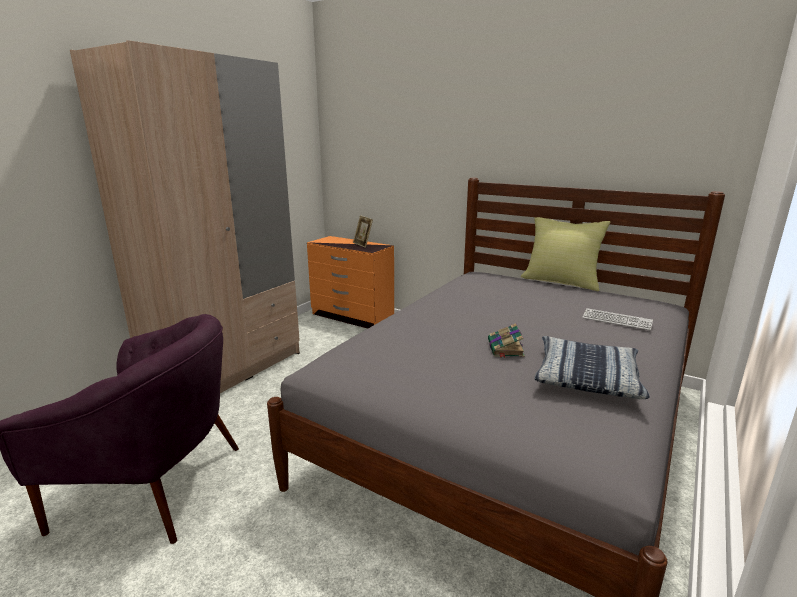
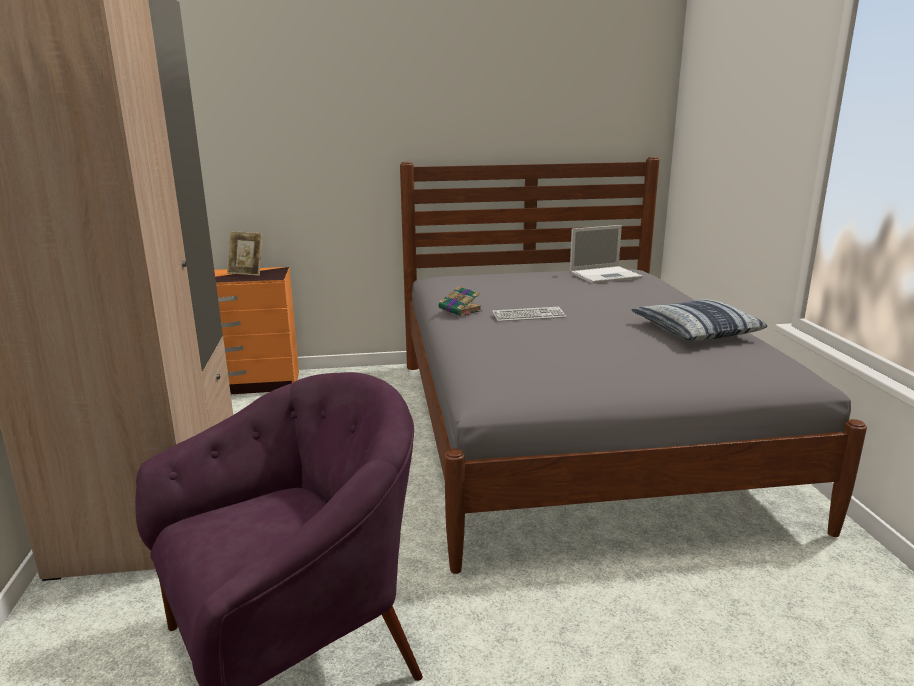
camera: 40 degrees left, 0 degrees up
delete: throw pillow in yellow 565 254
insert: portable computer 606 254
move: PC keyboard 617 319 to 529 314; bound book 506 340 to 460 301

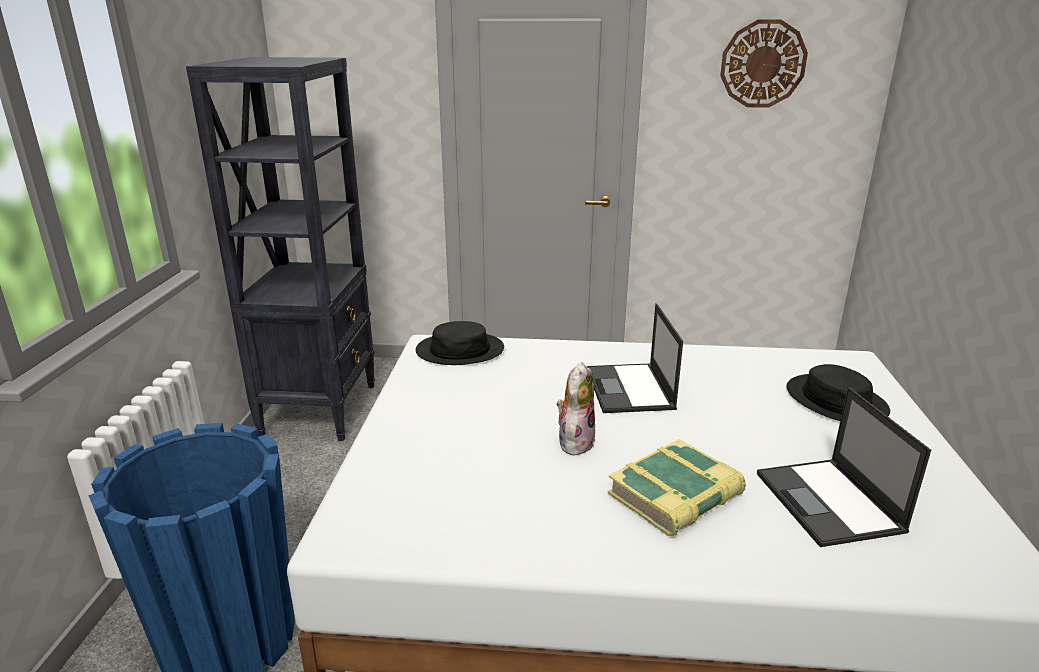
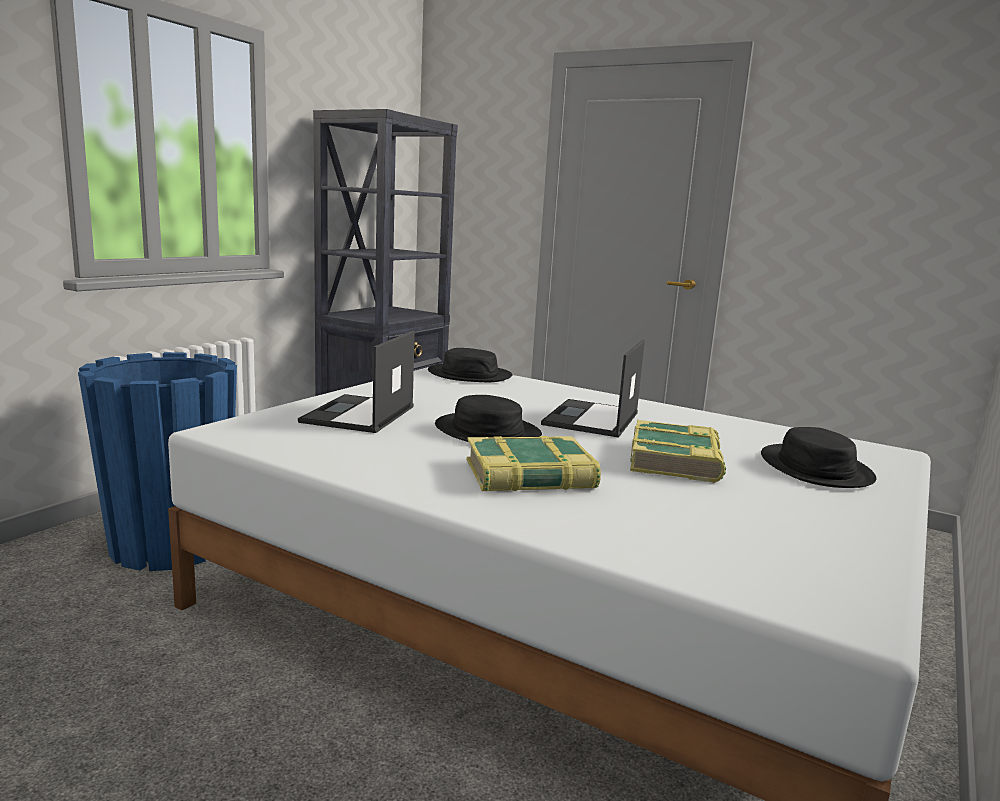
camera: 25 degrees right, 10 degrees down
delete: clock on the wall 764 63
insert: bound book 678 451
move: portable computer 844 467 to 356 381
replace: soft toy 575 408 to hat in black-coloured 488 418

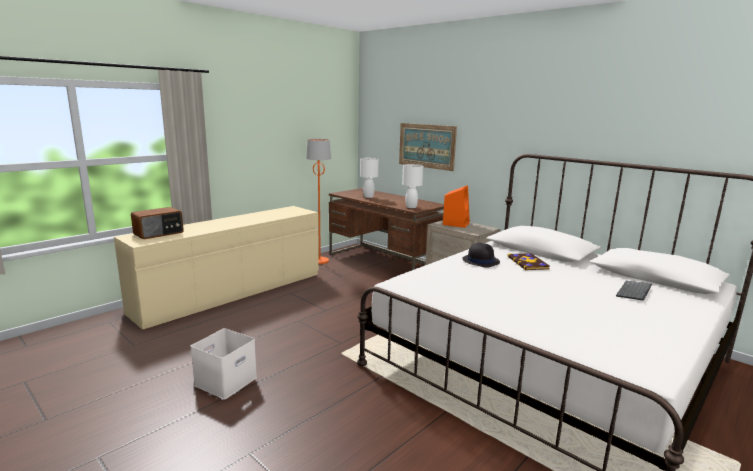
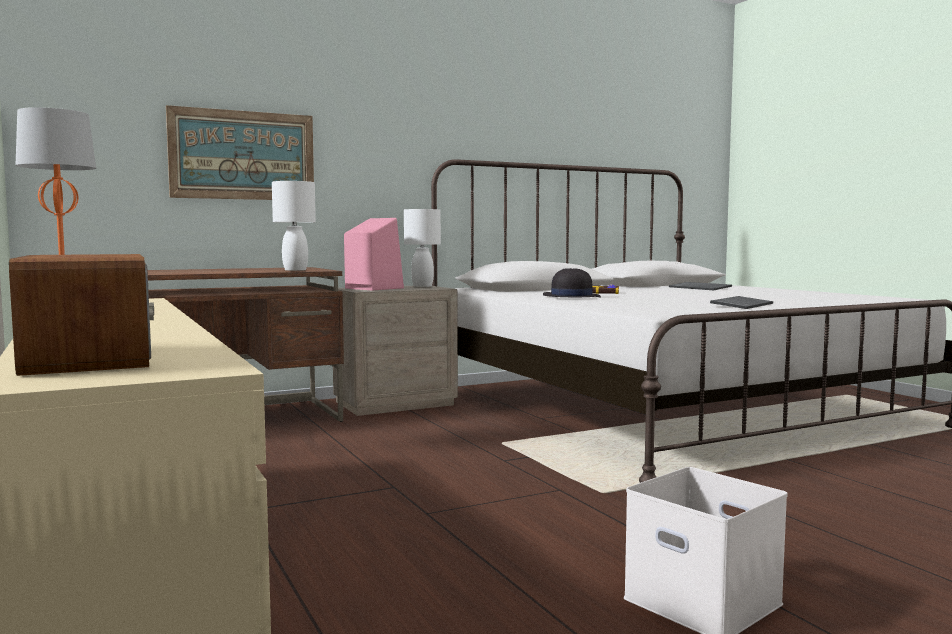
camera: 70 degrees left, 10 degrees down
insert: PC keyboard 741 302
move: tabletop lamp in white-coloured 369 178 to 422 248
recolor: audio speaker in orange 456 206 to audio speaker in pink-coloured 374 254

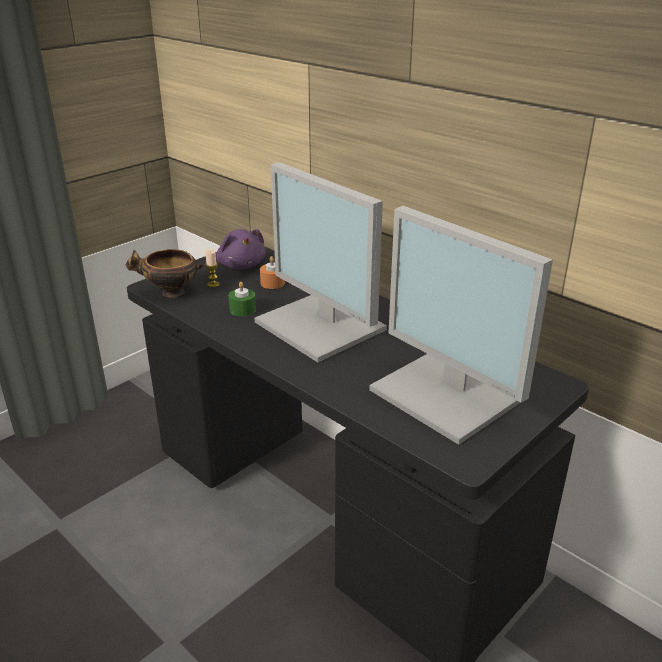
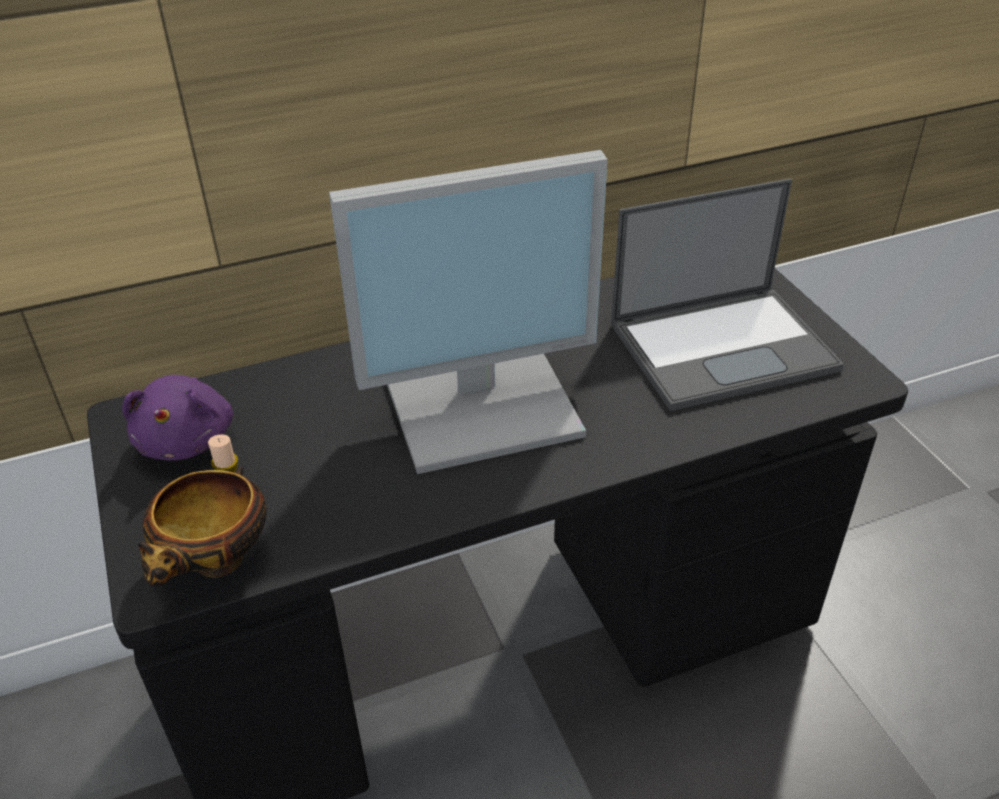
camera: 65 degrees left, 10 degrees up
delete: candle in orange 272 272; candle in green-coloured 242 298
replace: monitor 461 325 to portable computer 727 294
rotate: soft toy in purplish 241 249 = 177 417 90 degrees clockwise

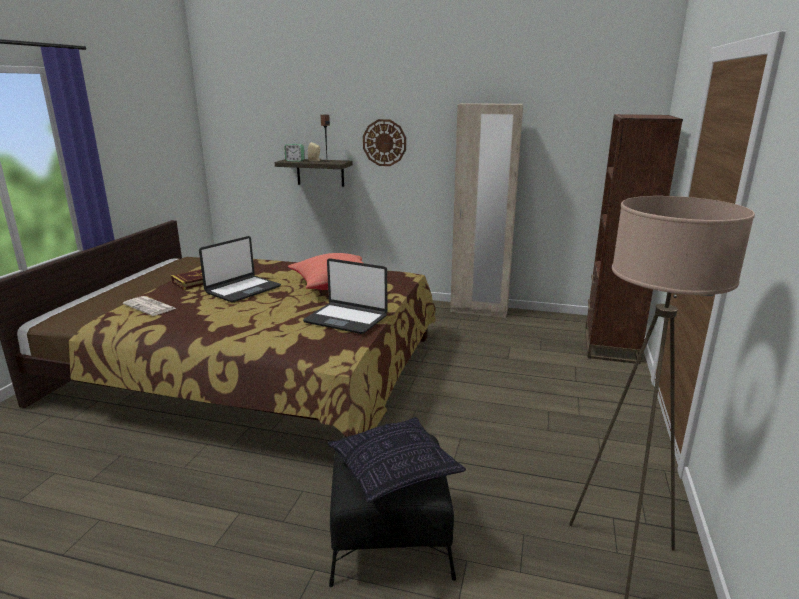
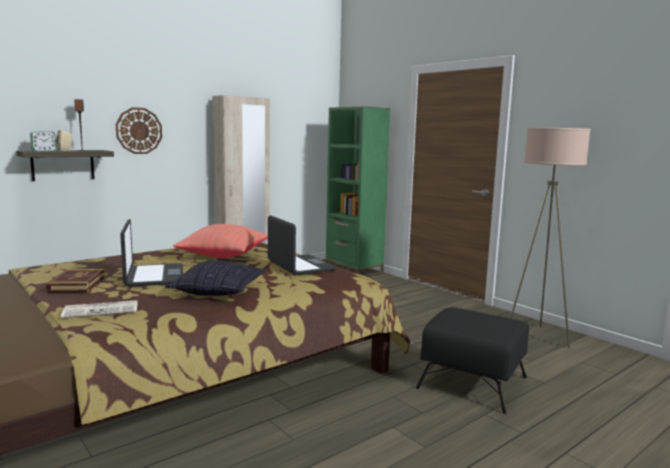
camera: 55 degrees left, 10 degrees down
move: throw pillow 397 460 to 216 278
recolor: shelving unit in brownish 634 239 to shelving unit in green-coloured 357 192
rotate: portable computer 345 296 = 302 245 90 degrees counterclockwise

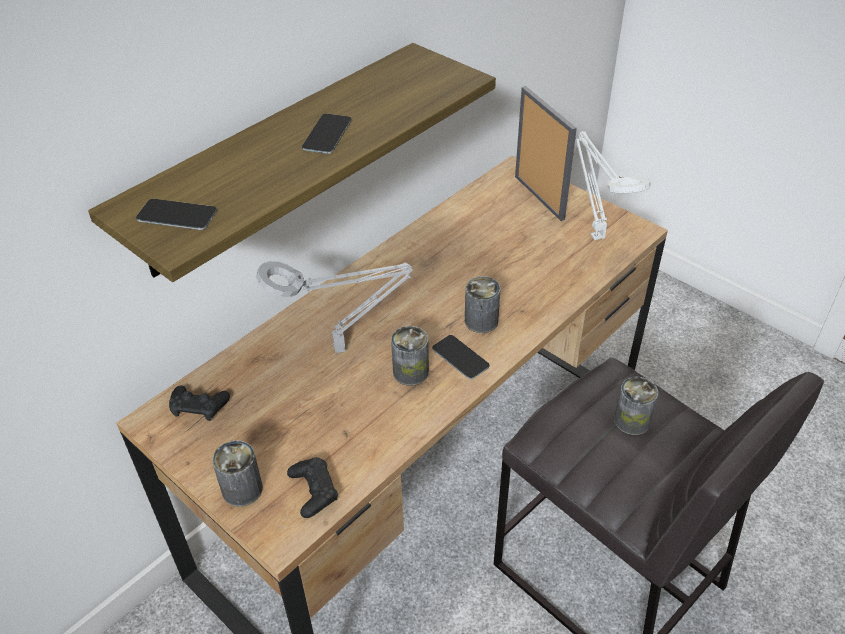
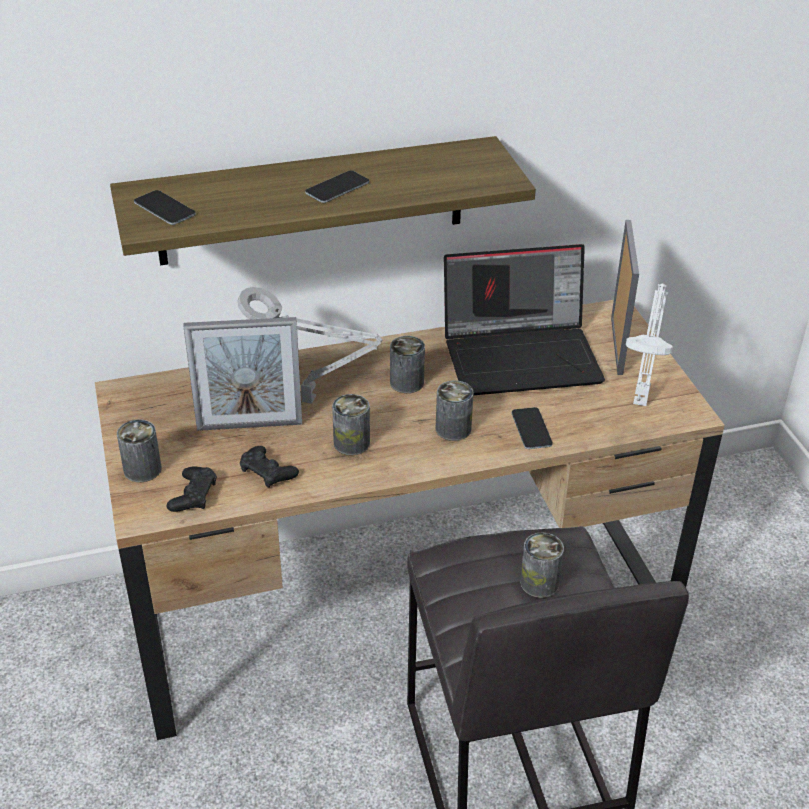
camera: 30 degrees right, 5 degrees down
insert: portable computer 524 319; picture frame 242 374; sealed can 407 364
move: phone 461 357 to 532 428; joypad in black-coloured 199 403 to 269 467

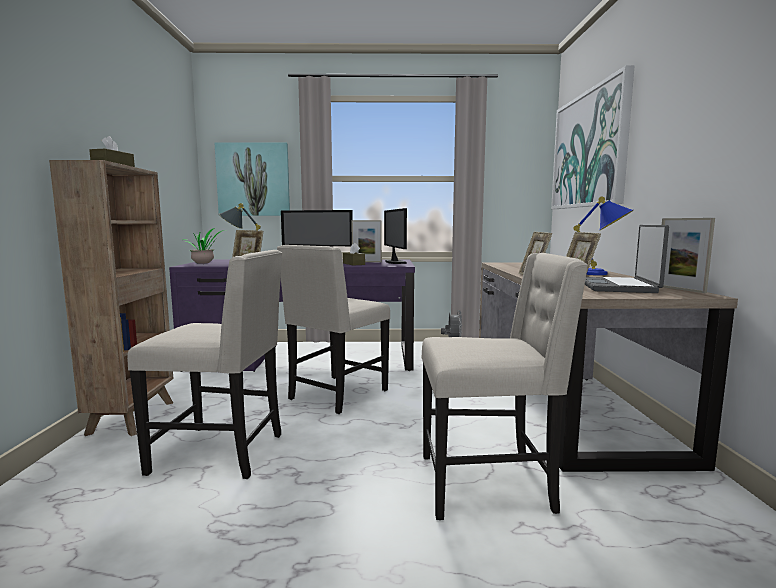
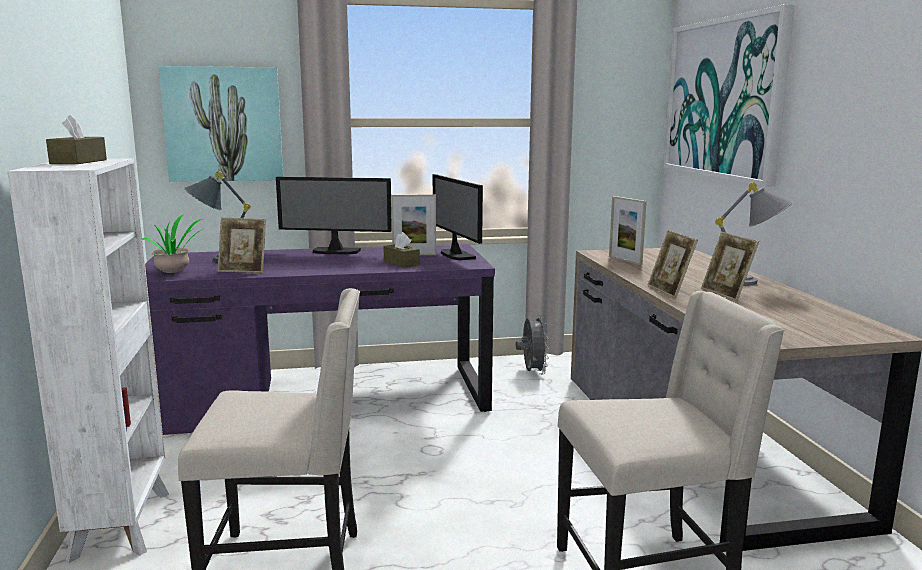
camera: 10 degrees left, 5 degrees up
delete: portable computer 627 259; chair in beige 333 329
move: picture frame 688 255 to 628 230
recolor: shelving unit in brownish 111 298 to shelving unit in white-coloured 88 360; tabletop lamp in bluish 603 236 to tabletop lamp in grey 754 234

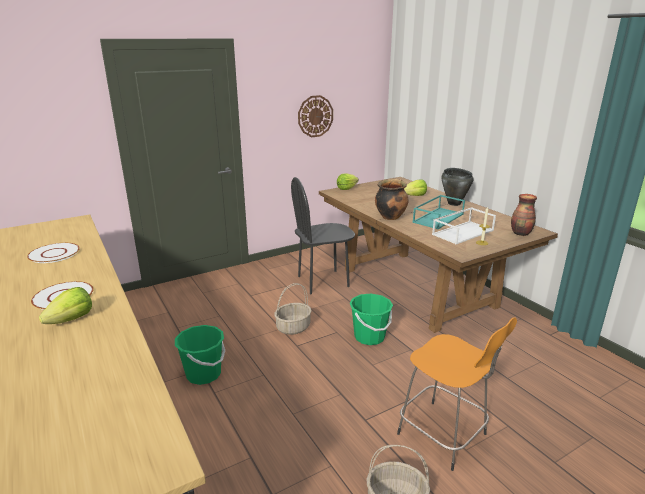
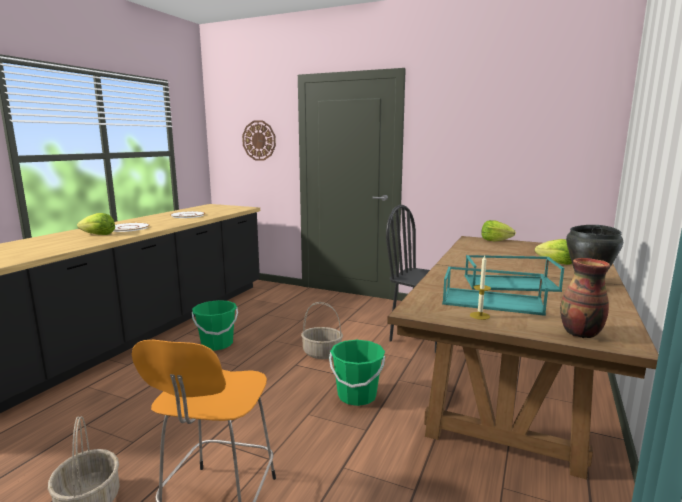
camera: 55 degrees right, 10 degrees down
delete: cooking pot 392 199
move: clock on the wall 315 116 to 259 140
recolor: tray in white-coloured 464 225 to tray in blue-green 495 291

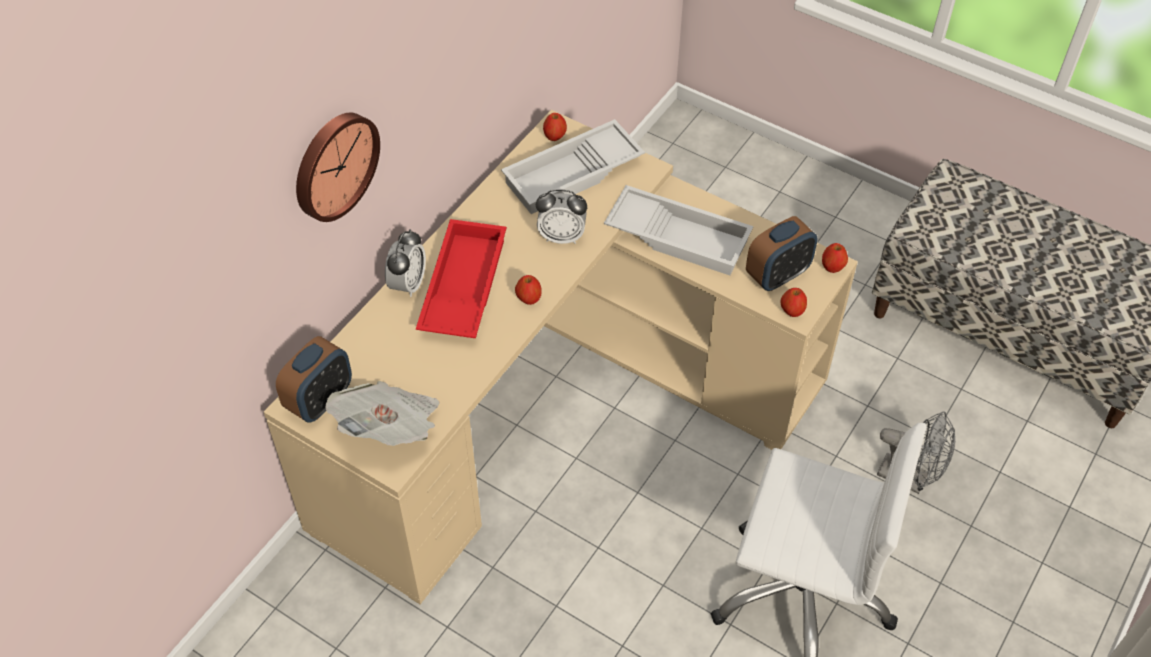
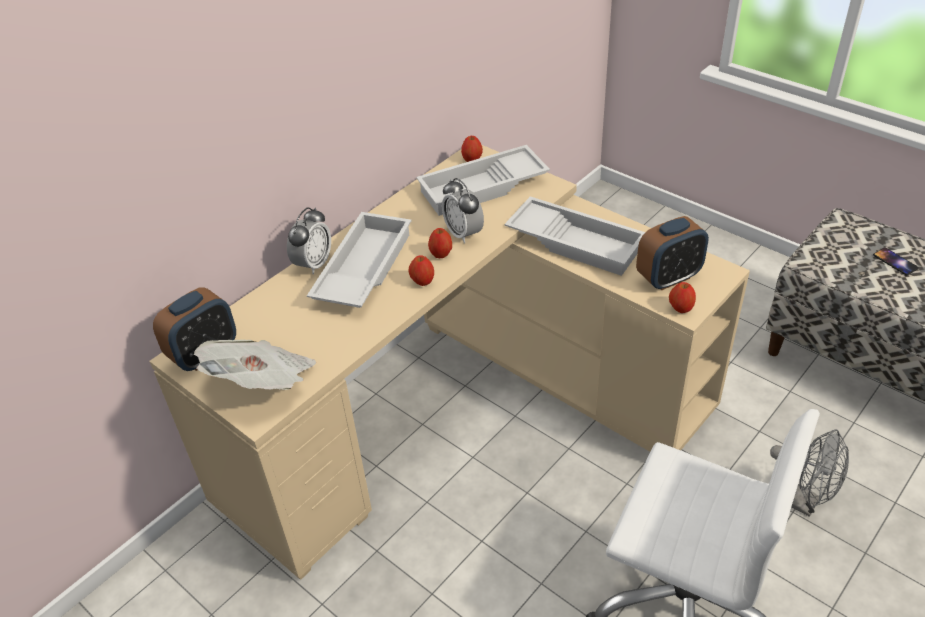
camera: 10 degrees right, 10 degrees down
delete: clock on the wall 338 167
insert: phone 896 261
move: apple 835 258 to 440 243
recolor: tray in reddish 461 278 to tray in white-coloured 359 260
rotate: table clock 561 216 = 463 211 45 degrees clockwise

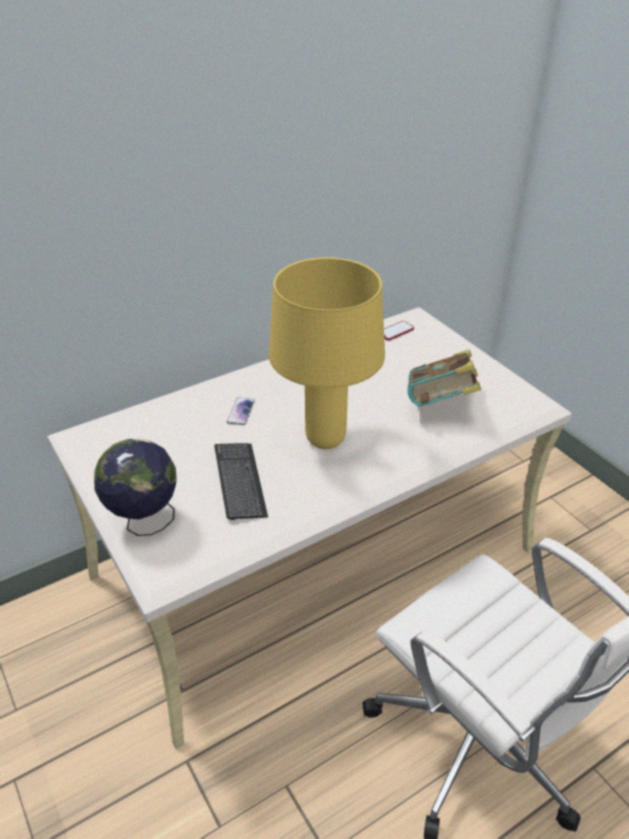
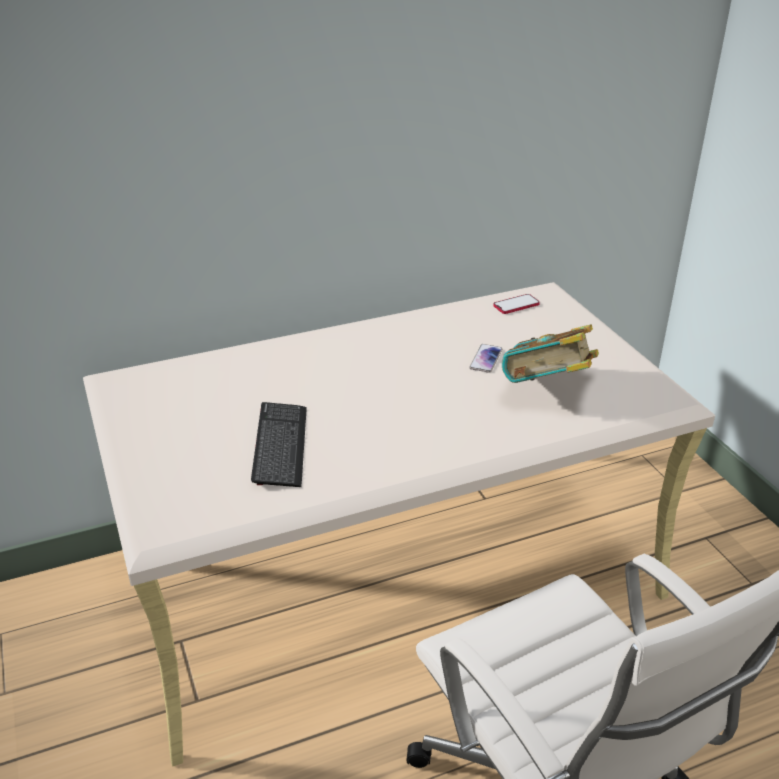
camera: 10 degrees right, 5 degrees down
delete: tabletop lamp in yellow 327 353; globe 135 487
move: phone 241 411 to 485 358

